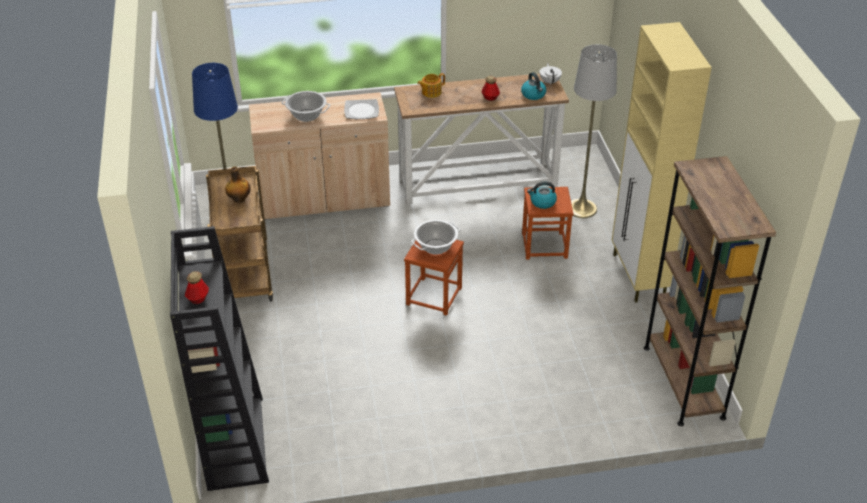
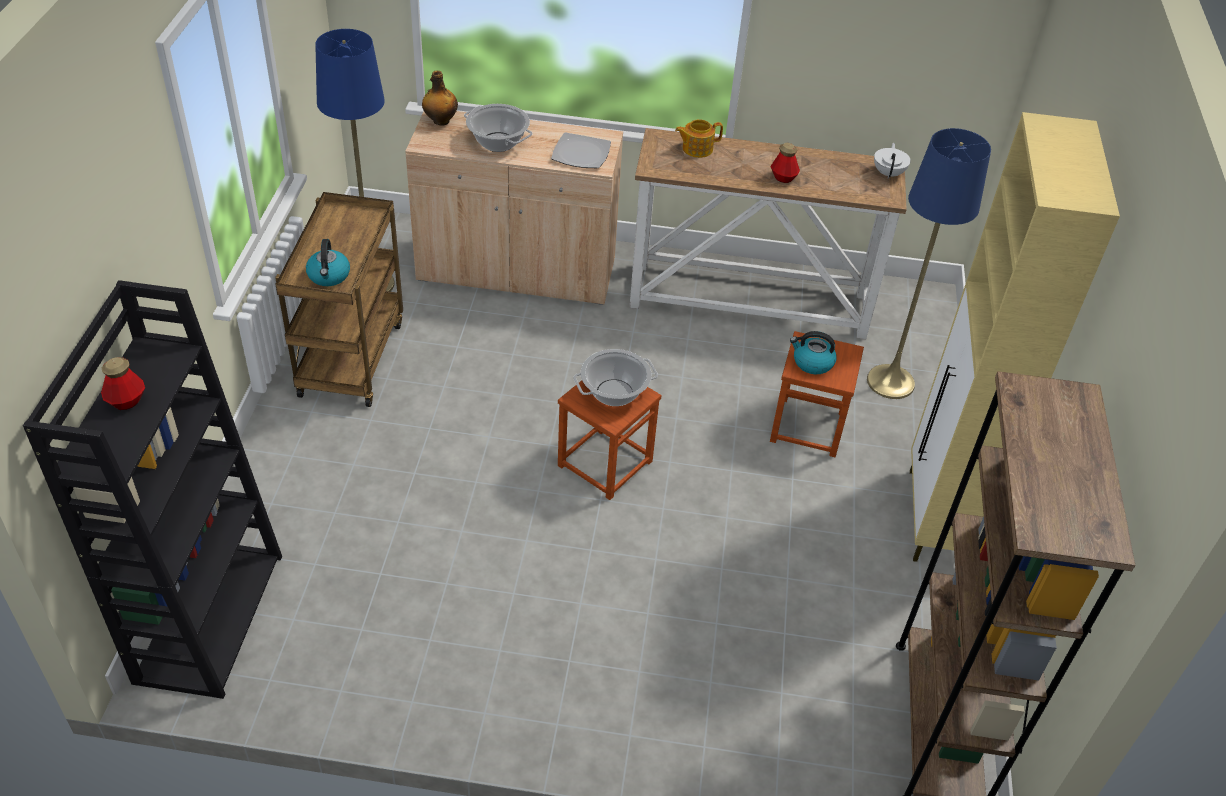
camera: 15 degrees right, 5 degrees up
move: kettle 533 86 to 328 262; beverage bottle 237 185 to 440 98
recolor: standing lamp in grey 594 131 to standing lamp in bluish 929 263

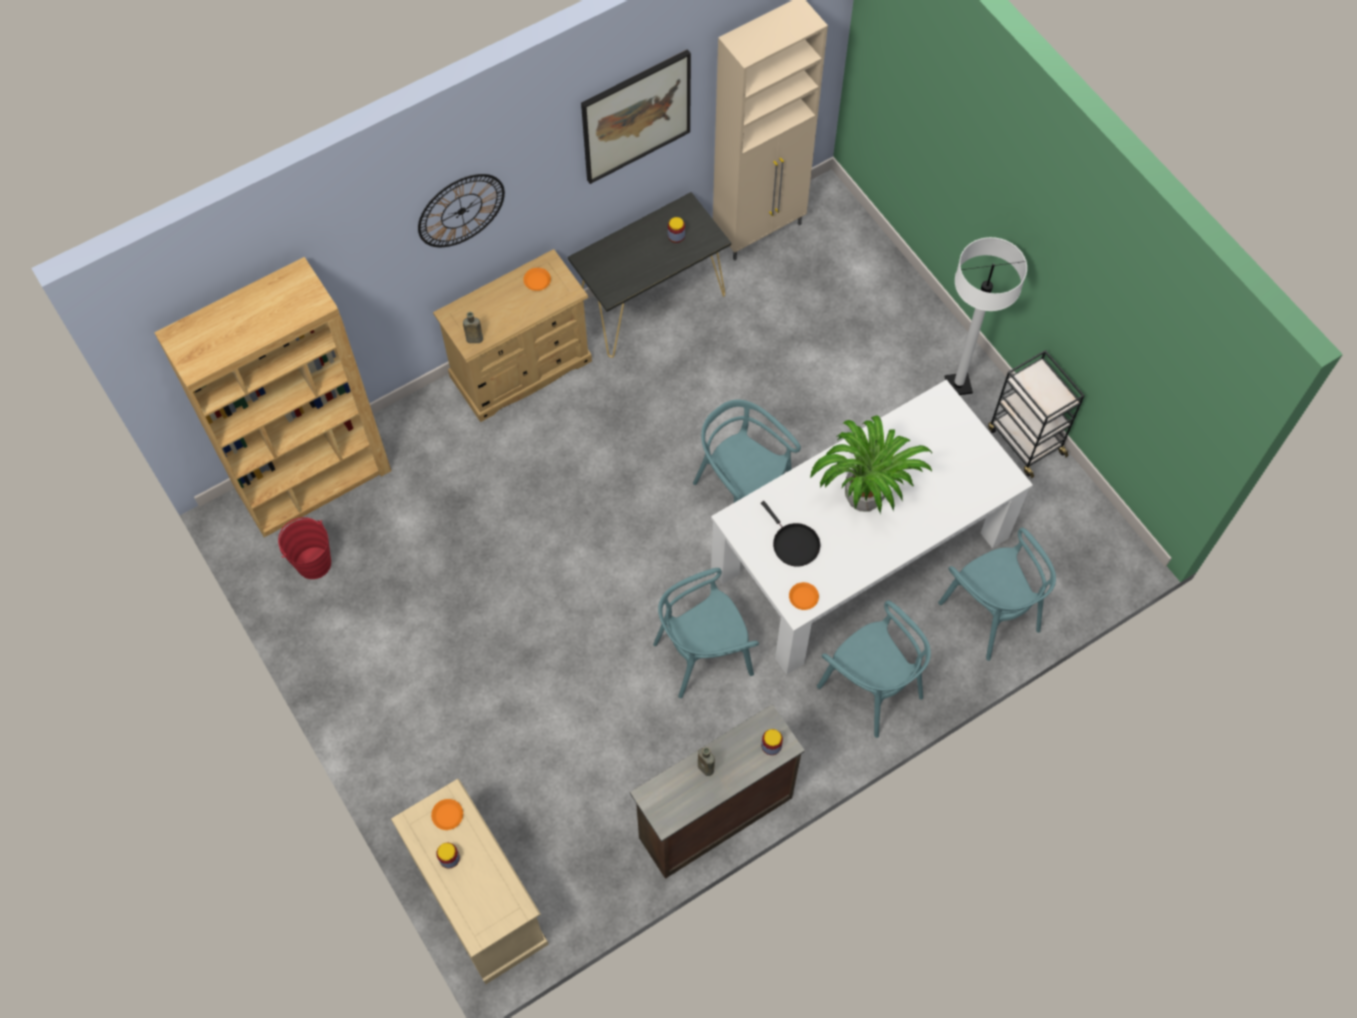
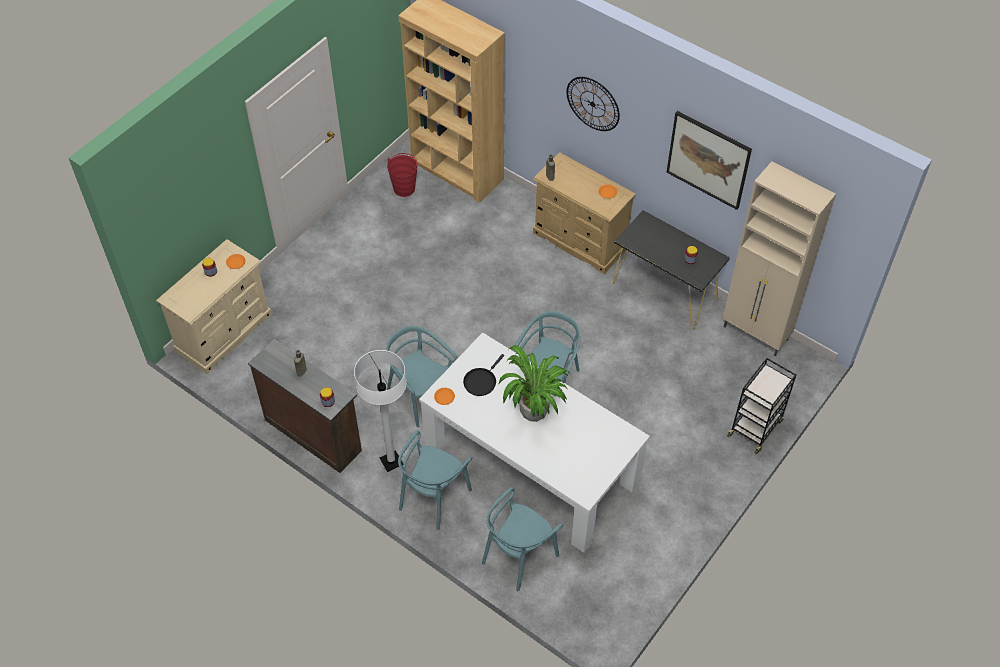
camera: 70 degrees right, 10 degrees down
move: standing lamp in white-coloured 985 316 to 380 411; trolley in black-coloured 1036 414 to 761 406

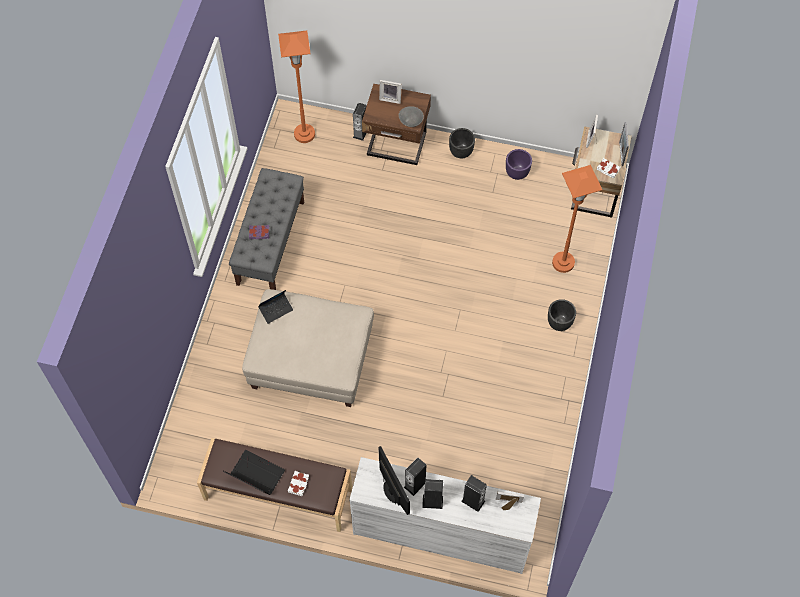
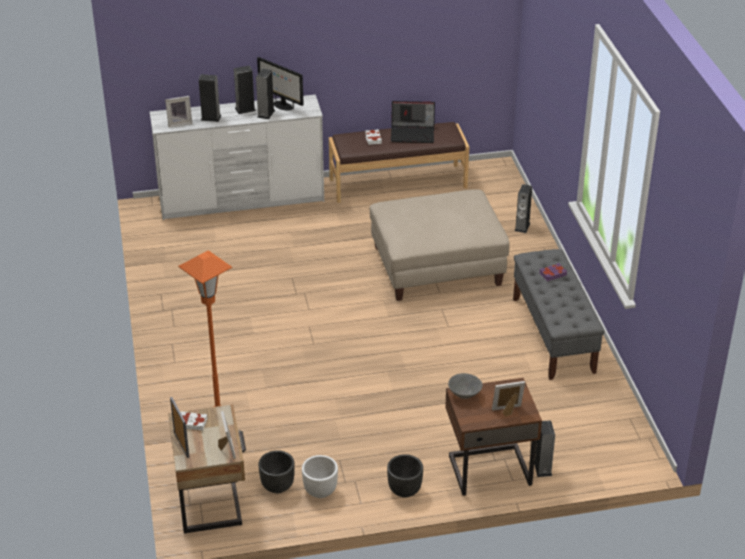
camera: 155 degrees right, 25 degrees down
delete: standing lamp in orange 296 87; portable computer 275 307
insert: audio speaker 523 208
move: plant pot in black-coloured 562 315 to 276 471
recolor: plant pot in purplish 519 164 to plant pot in white-coloured 320 476

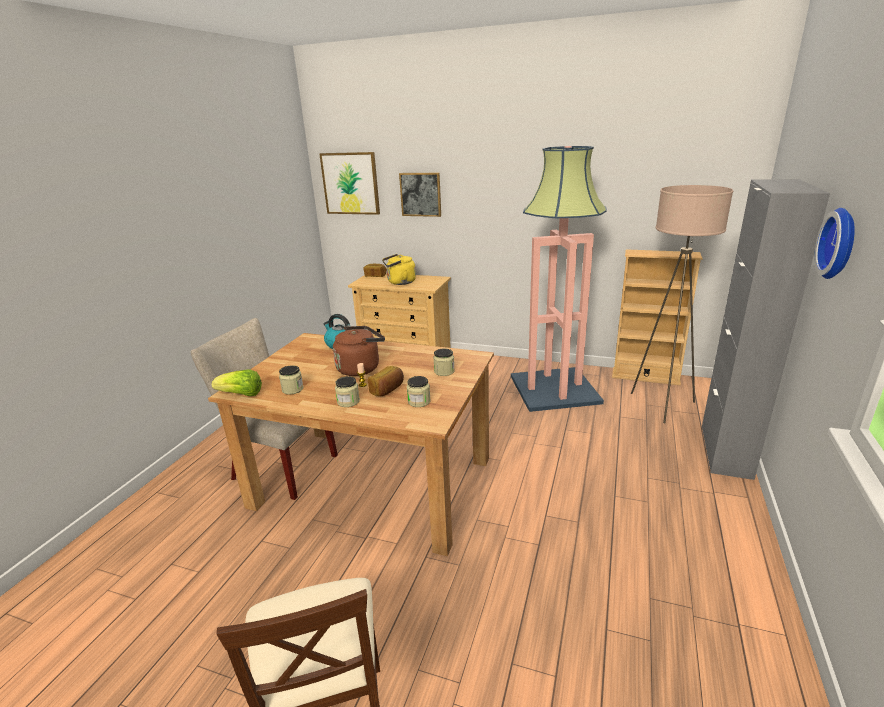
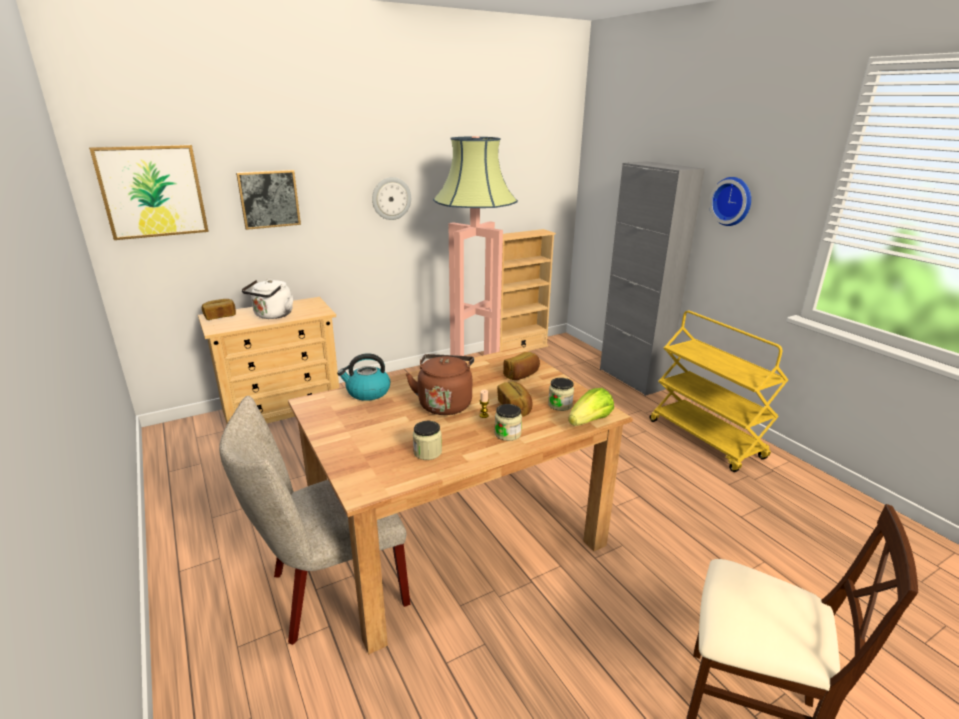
camera: 50 degrees left, 0 degrees up
delete: standing lamp in beige 682 304
insert: clock on the wall 391 198; trolley in yellow 719 391
move: lettuce 236 382 to 591 407
replace: jar 444 362 to bakery bread 521 366
recolor: kettle in yellow 399 269 to kettle in white-coloured 267 299

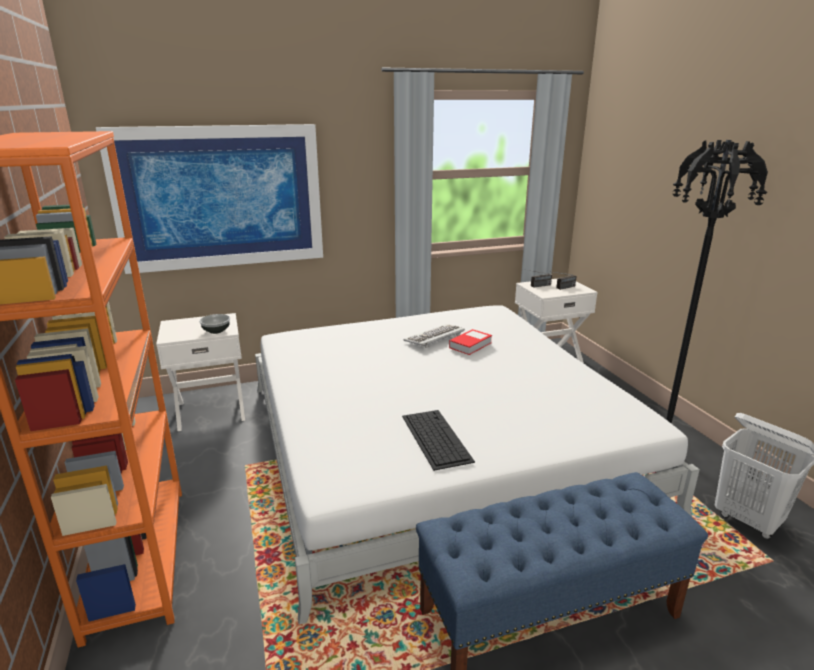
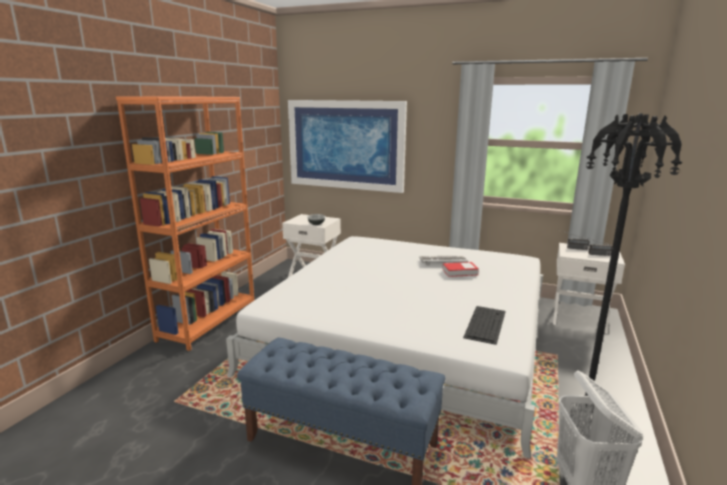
camera: 40 degrees right, 5 degrees down
move: PC keyboard 438 440 to 484 325

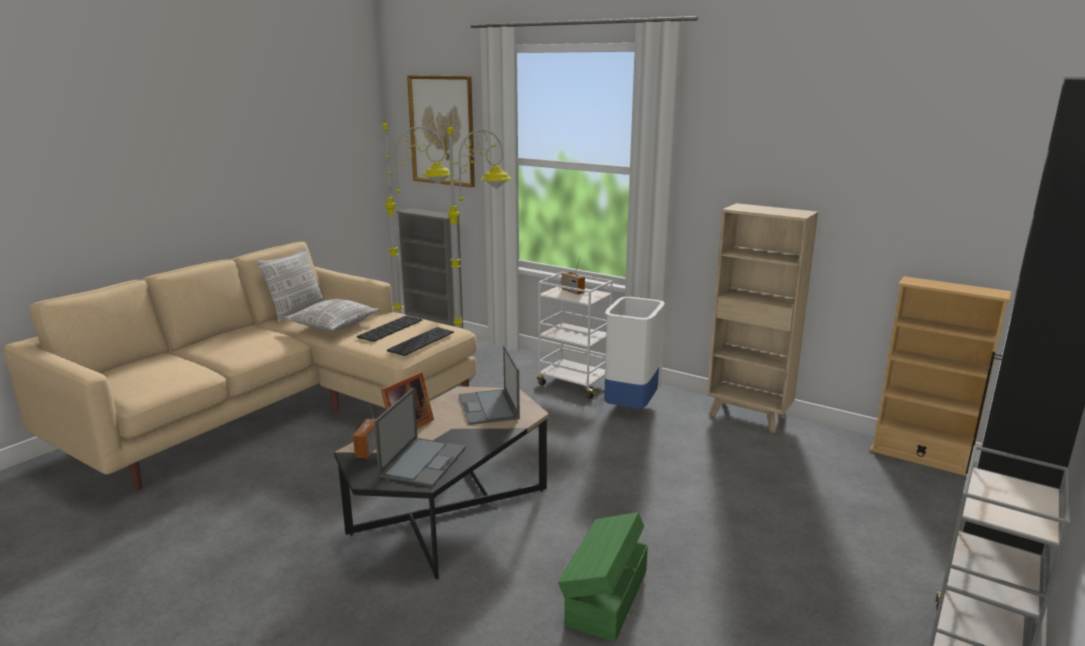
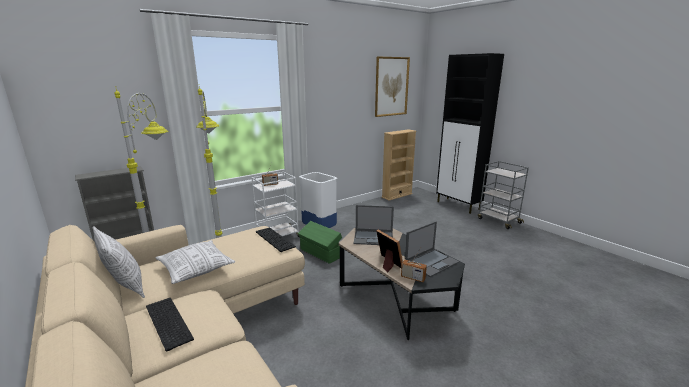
camera: 70 degrees left, 0 degrees up
delete: shelving unit in beige 762 318
move: wall picture 441 131 to 392 87; PC keyboard 389 328 to 170 325; storage box in green-coloured 603 577 to 320 242
rotate: portable computer 420 437 = 432 249 105 degrees clockwise

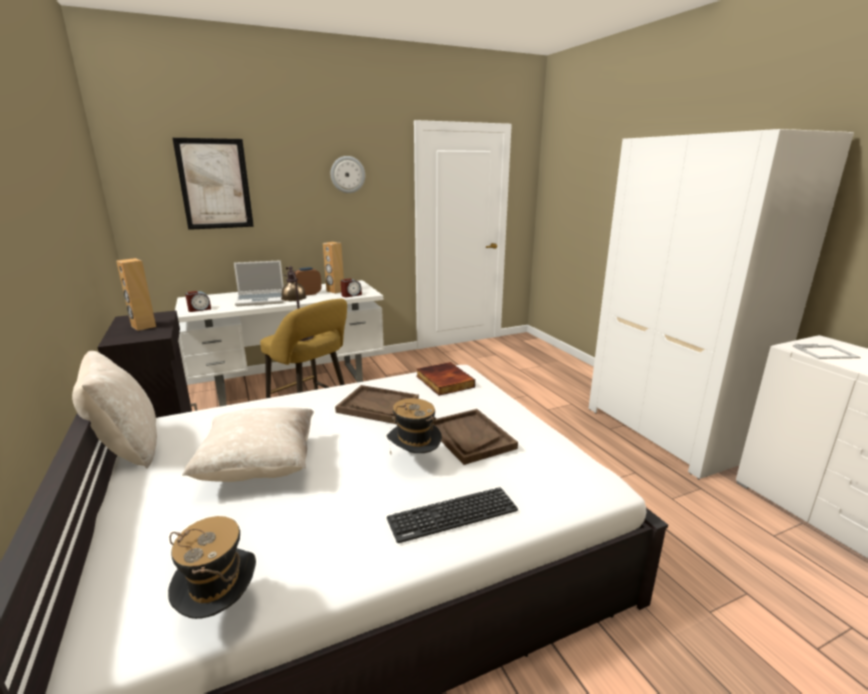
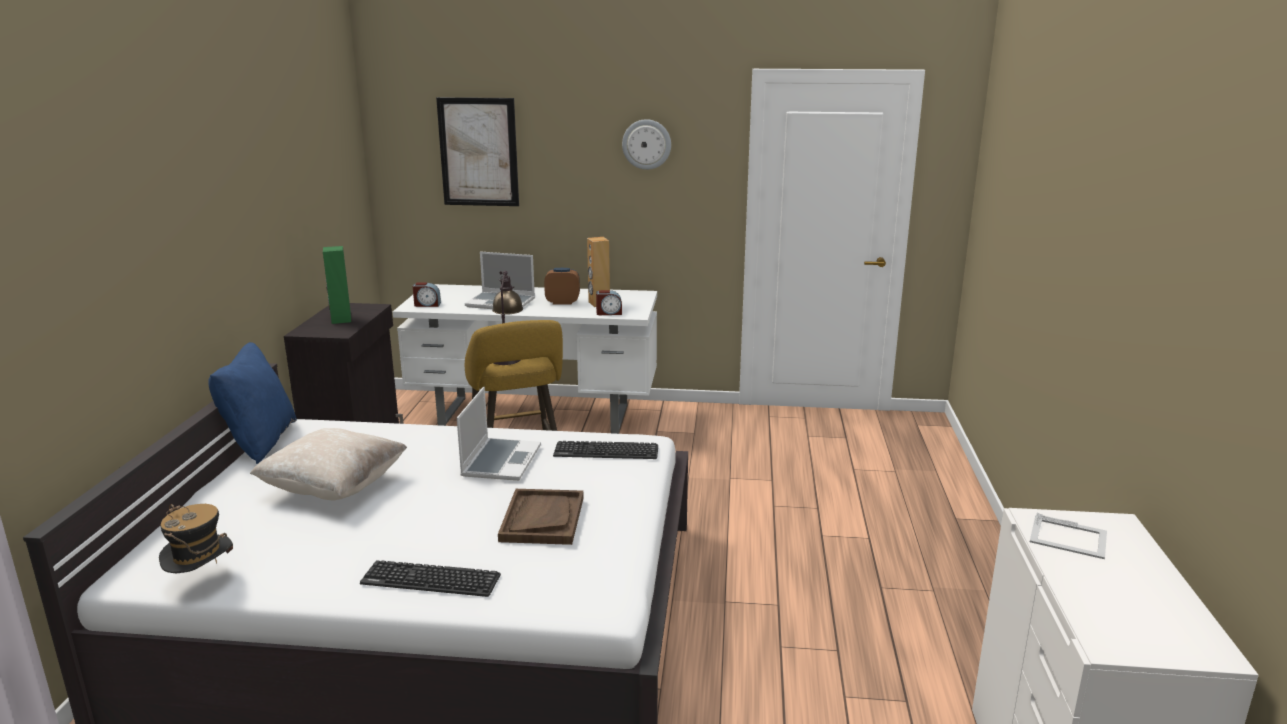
camera: 30 degrees right, 0 degrees up
delete: clothes cupboard in white-coloured 721 304; hat 414 426
replace: bound book 445 379 to PC keyboard 605 450; tray in brownish 377 404 to portable computer 499 434
recolor: audio speaker in brownish 136 294 to audio speaker in green-coloured 337 285; throw pillow in beige 114 410 to throw pillow in bluish 253 403

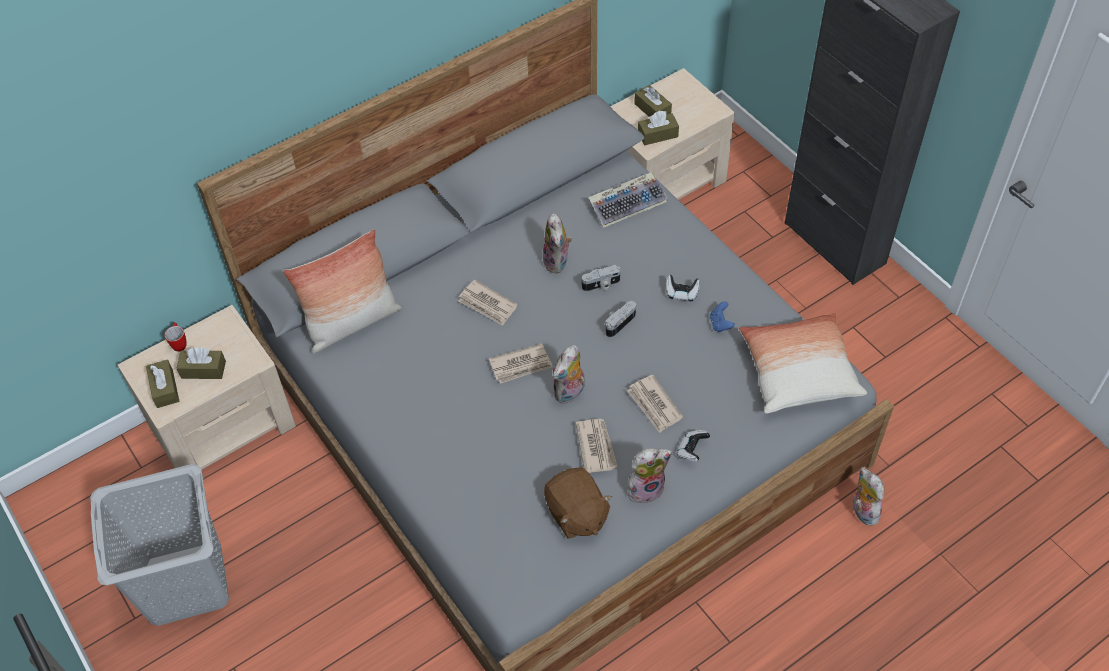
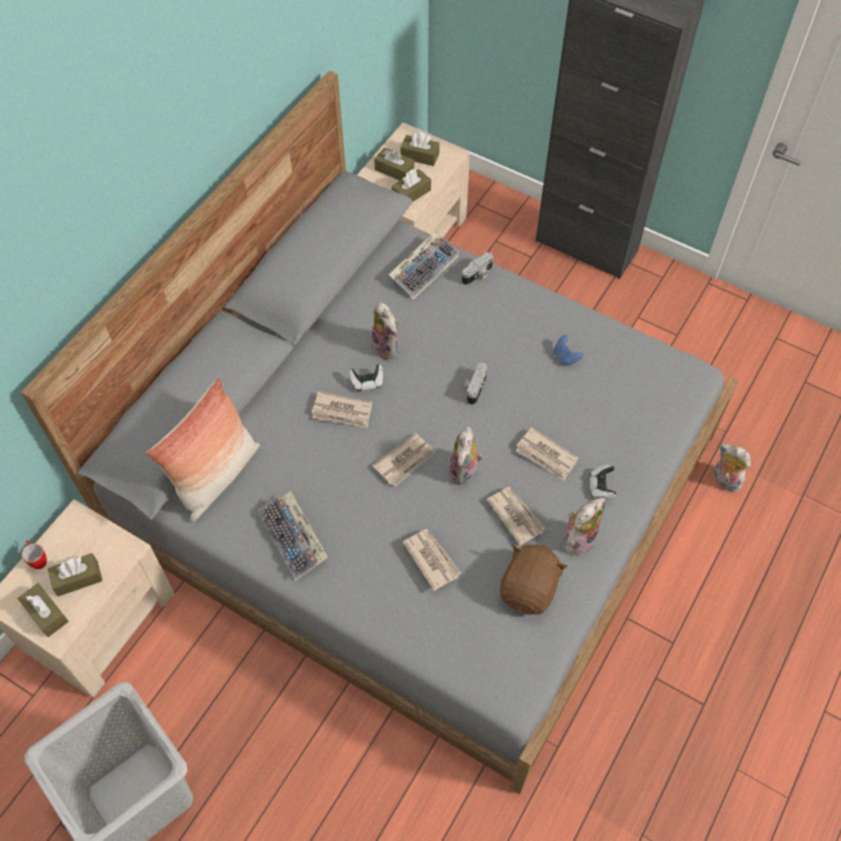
camera: 25 degrees left, 5 degrees up
delete: throw pillow 803 363
insert: tissue holder in brownish 420 149; PC keyboard 293 536; daily paper 431 560
move: still camera 601 278 to 478 268; joypad 683 288 to 366 377
rotate: soft toy in brownish 578 503 = 534 579 105 degrees counterclockwise

